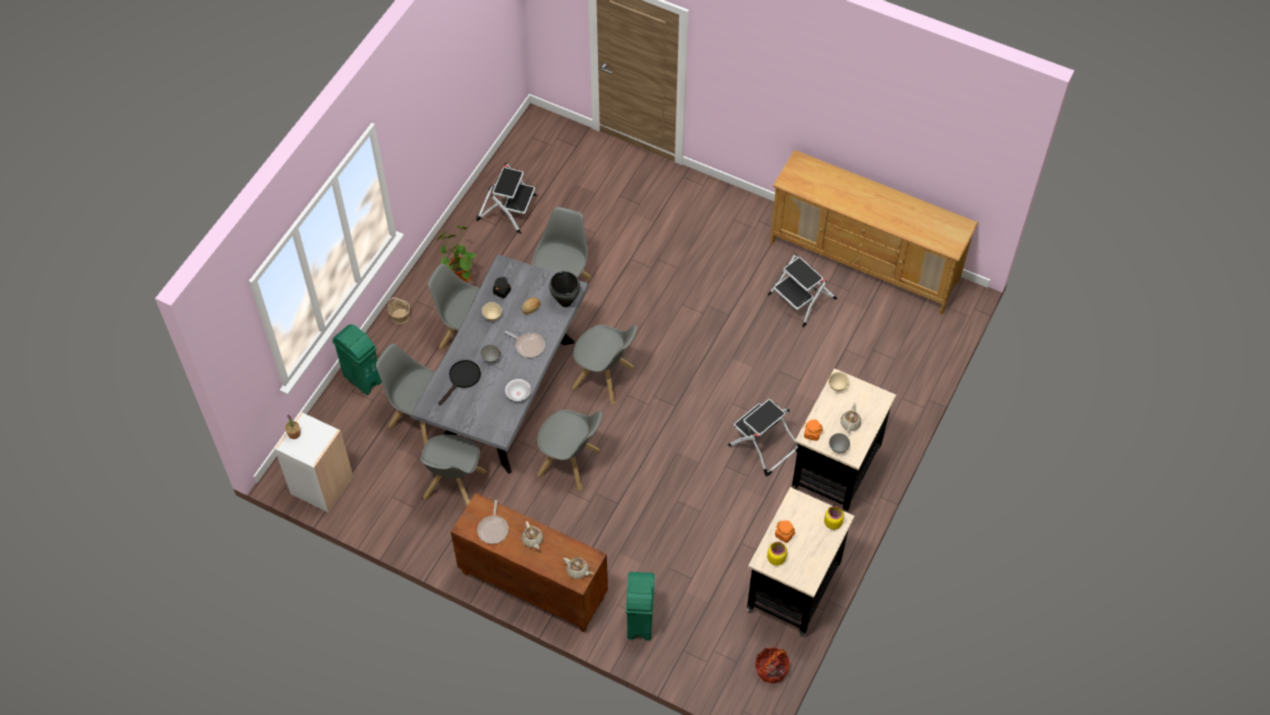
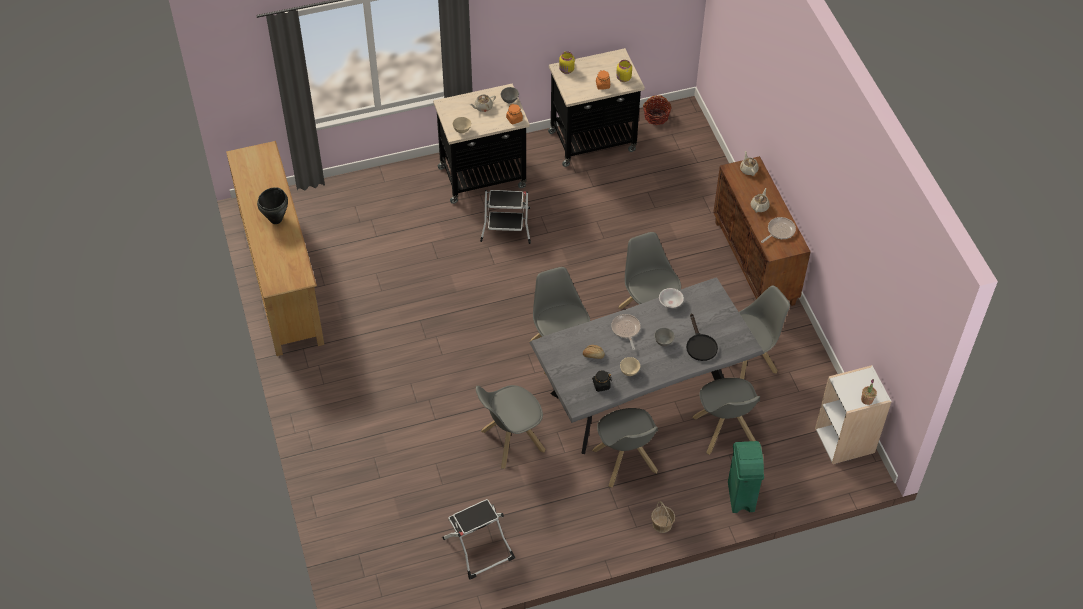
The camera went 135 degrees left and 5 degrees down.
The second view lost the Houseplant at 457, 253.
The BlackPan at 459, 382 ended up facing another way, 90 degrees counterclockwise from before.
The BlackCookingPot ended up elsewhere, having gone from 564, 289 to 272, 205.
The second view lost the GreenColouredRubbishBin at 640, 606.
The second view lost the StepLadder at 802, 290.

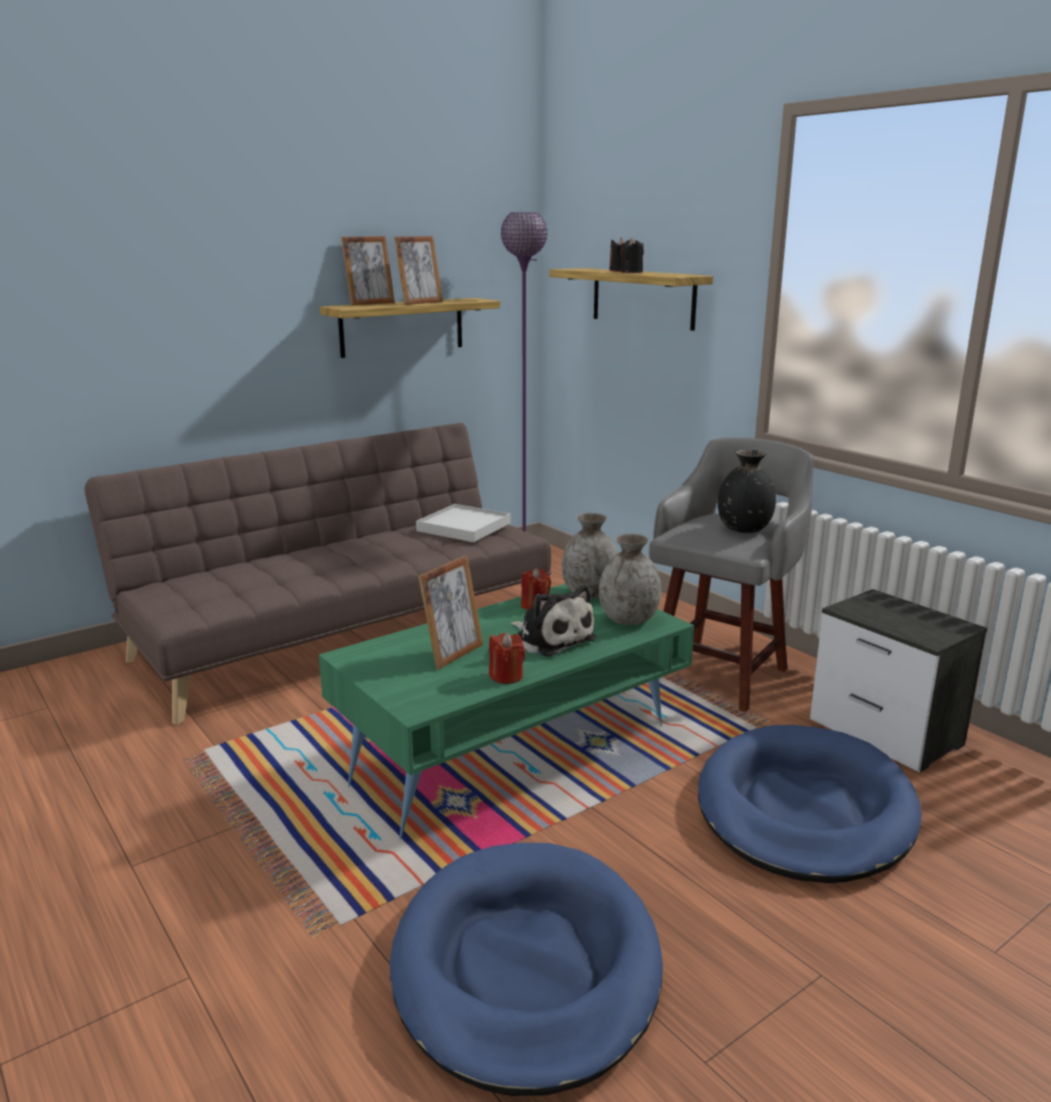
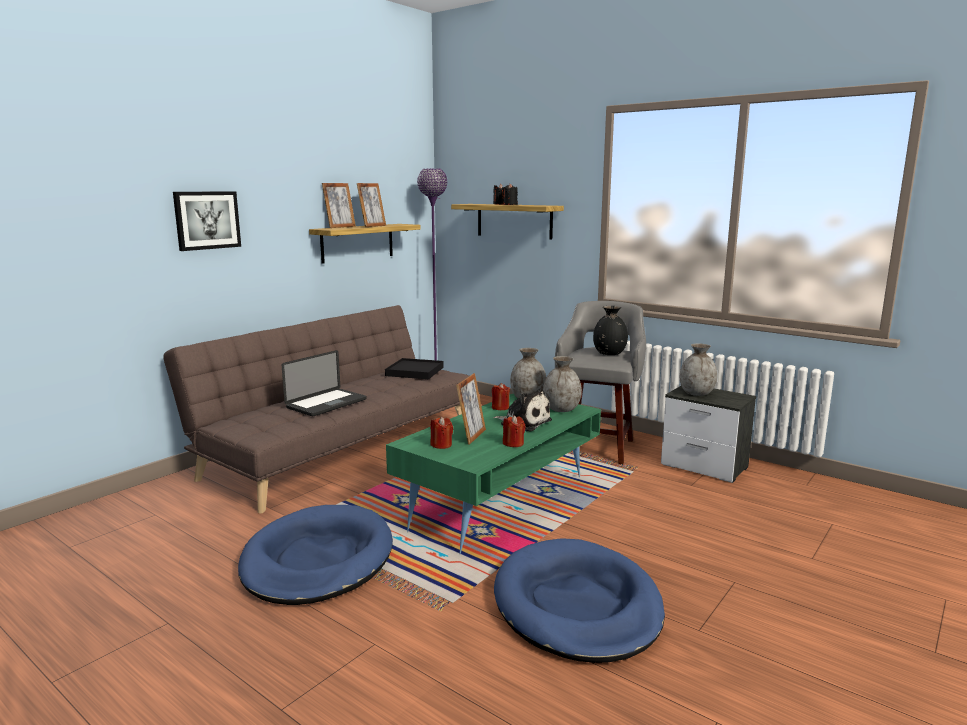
The camera went 15 degrees left and 5 degrees down.
What was the WhitishServingTray at 463, 523 turned into the BlackServingTray at 414, 368.
The BluishDogBed ended up elsewhere, having gone from 810, 804 to 315, 555.
The second view gained the Picture at 207, 221.
The second view gained the NotebookComputer at 324, 383.
The second view gained the RedColouredCandle at 441, 433.
The second view gained the GreyFlowerVase at 698, 369.

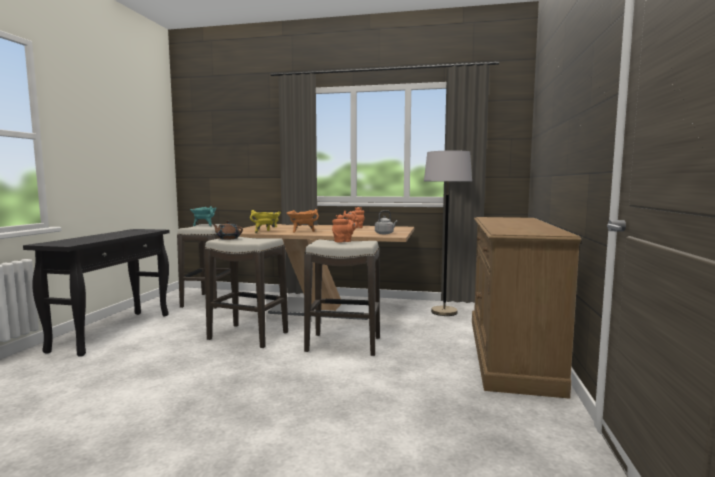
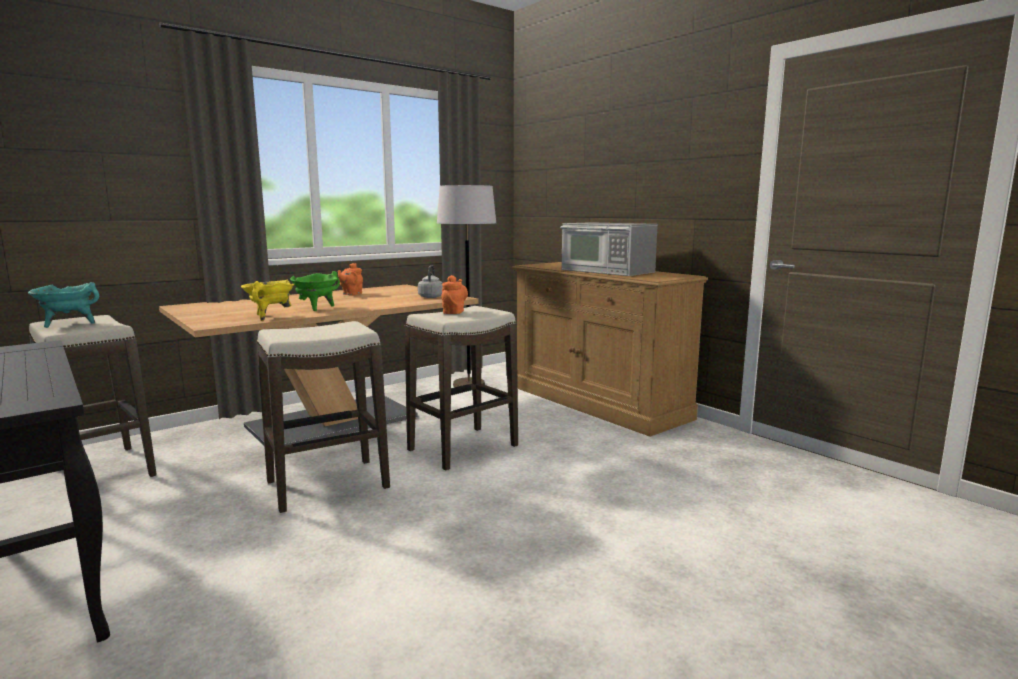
The camera went 50 degrees left and 5 degrees up.
The second view lost the BrownishPotForTea at 228, 230.
What was the OrangeCookingPot at 303, 221 turned into the GreenColouredCookingPot at 315, 291.
The second view gained the Microwave at 609, 249.

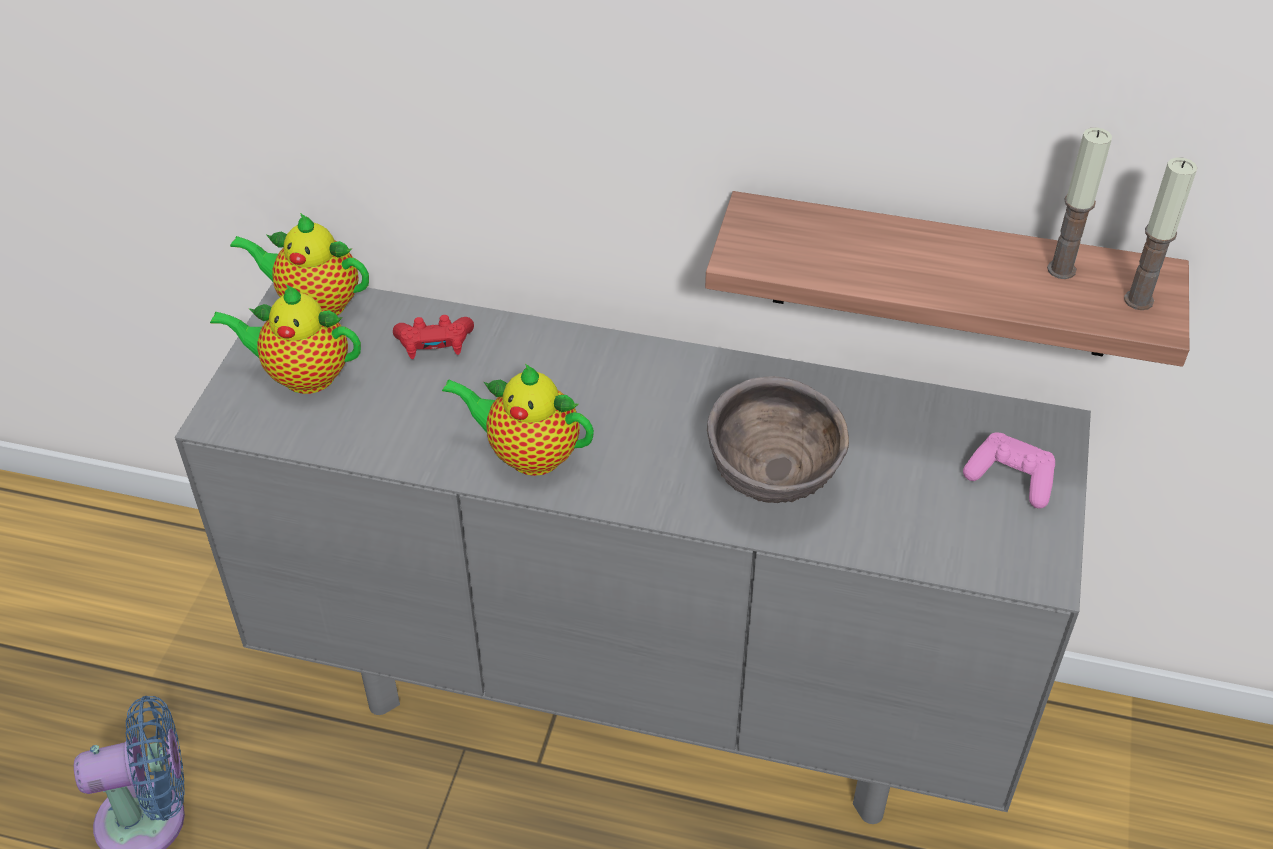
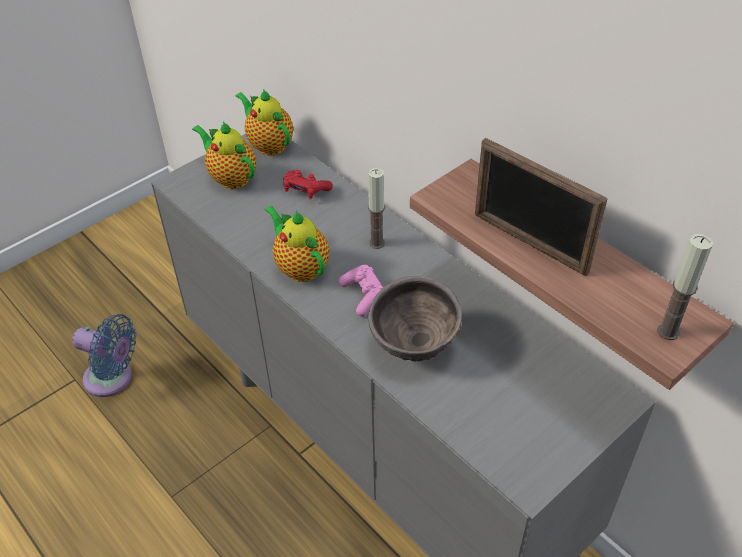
The camera went 35 degrees right and 0 degrees up.
The PinkishJoypad ended up elsewhere, having gone from 1009, 470 to 360, 291.
The Candle ended up elsewhere, having gone from 1079, 203 to 376, 208.
The second view gained the PictureFrame at 541, 207.

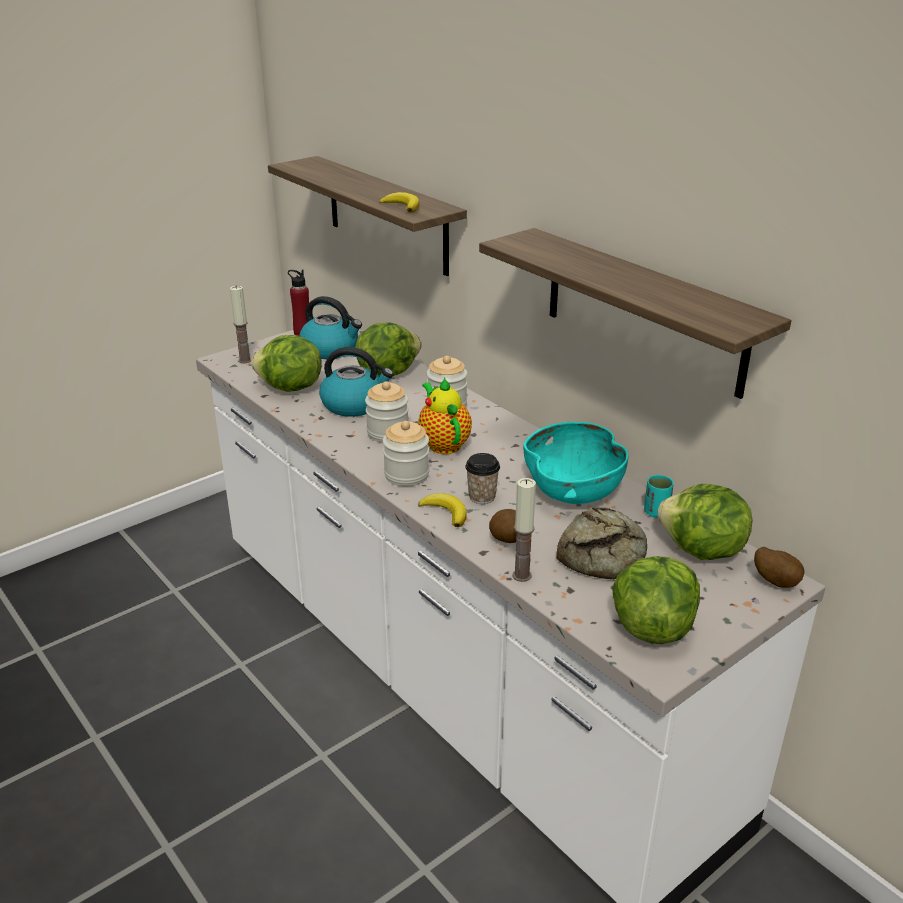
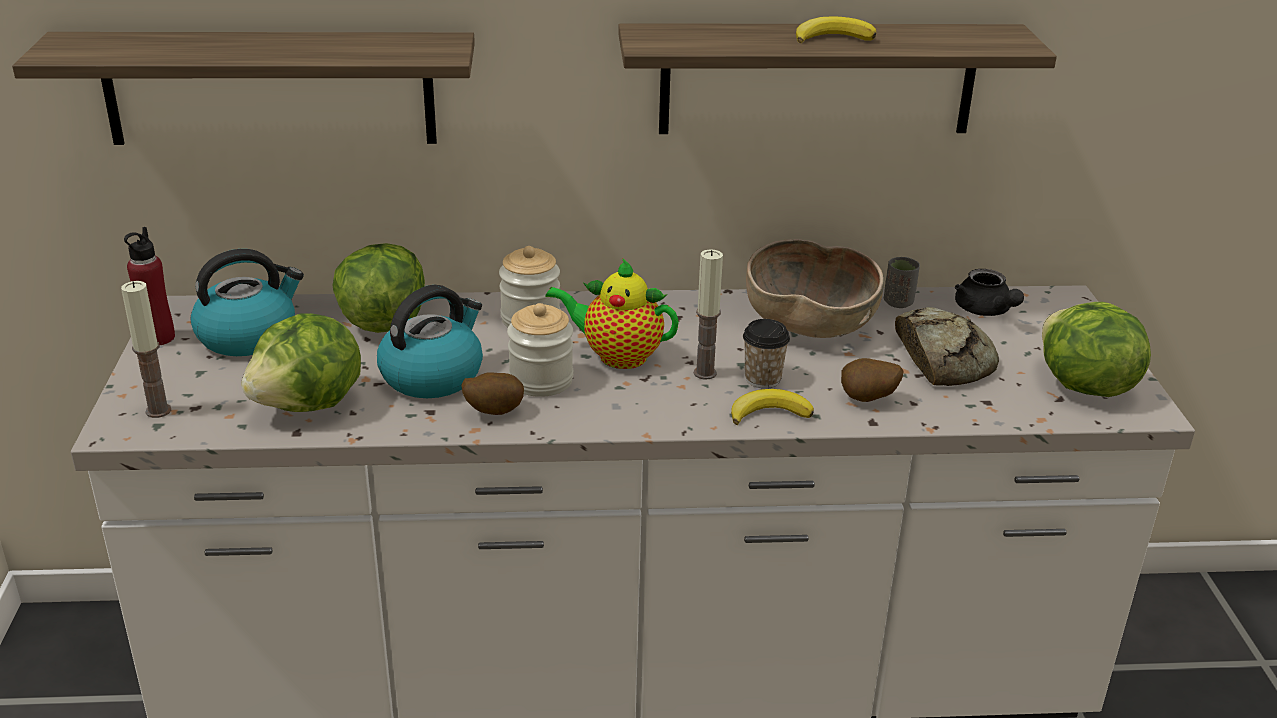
The camera went 55 degrees left and 0 degrees up.
The WholeBanana ended up elsewhere, having gone from 399, 202 to 836, 29.
The second view lost the Jar at 406, 453.
The Candle ended up elsewhere, having gone from 524, 530 to 708, 314.
What was the BlueGreenDeepDish at 575, 463 turned into the BrownishDeepDish at 815, 288.
What was the BlueGreenCup at 659, 496 turned into the GreyCup at 902, 282.
Where the Lettuce stood at 705, 522, the BlackPotForTea came to stand at 989, 292.
The Potato ended up elsewhere, having gone from 779, 567 to 492, 394.

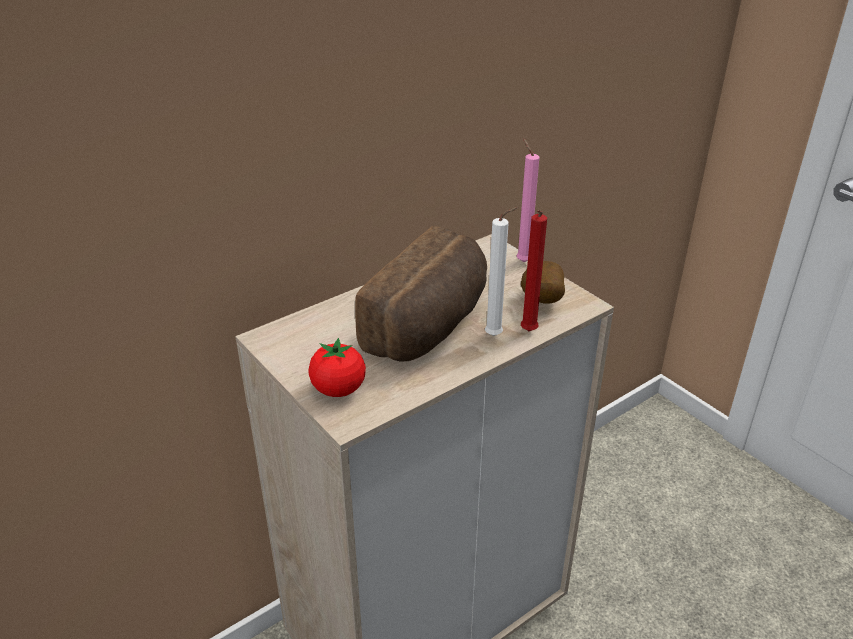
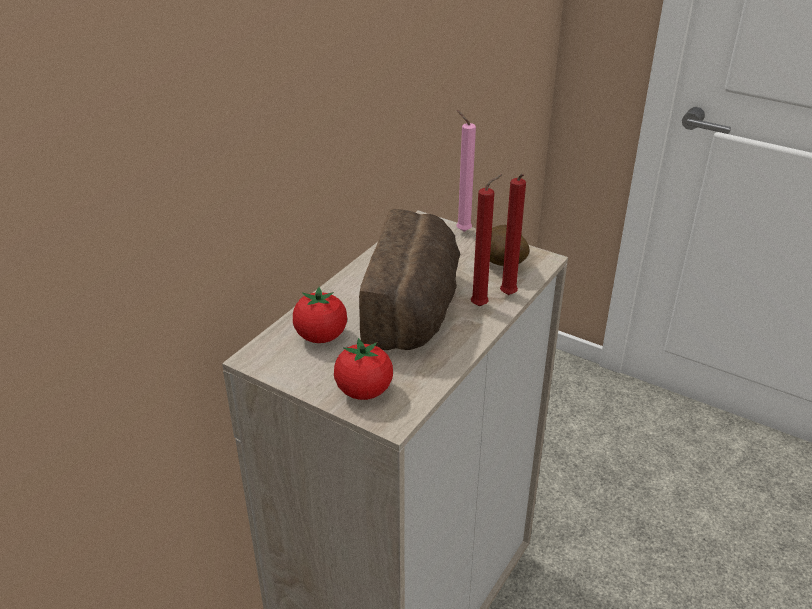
The camera went 20 degrees left and 0 degrees up.
What was the WhitishCandle at 501, 271 turned into the RedColouredCandle at 487, 240.
The second view gained the FreshTomato at 320, 315.

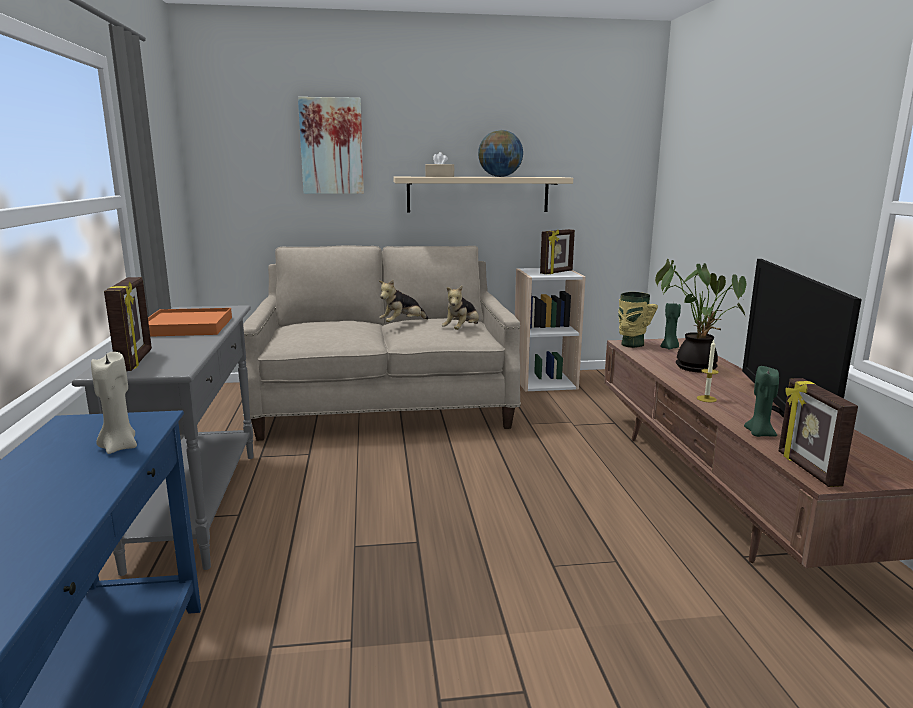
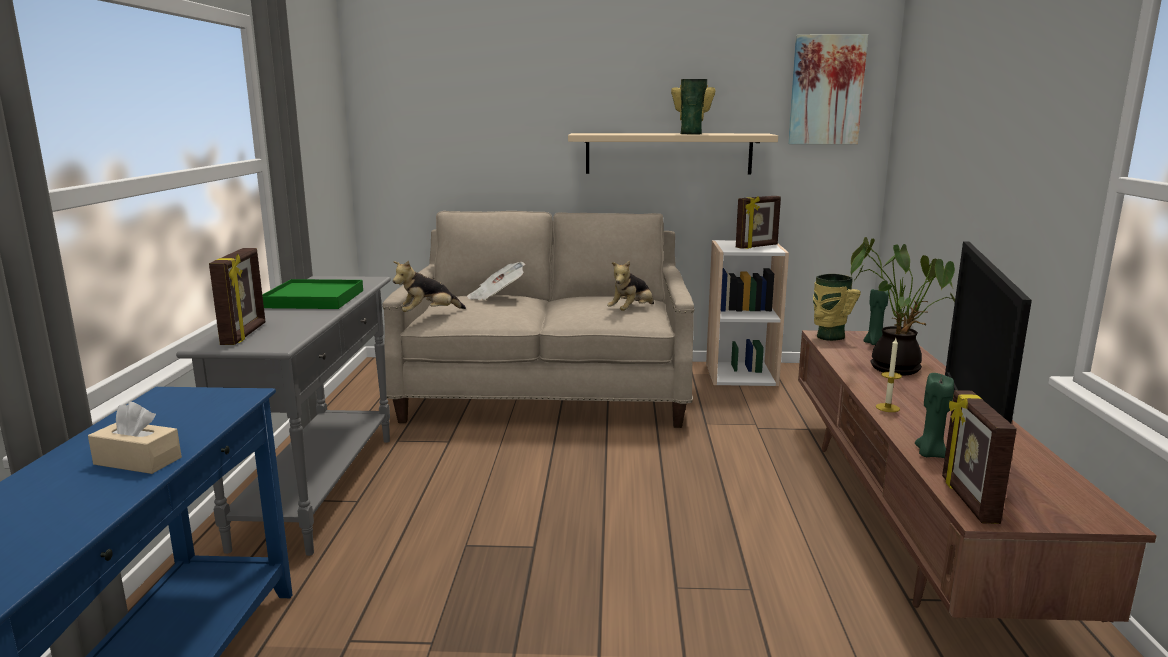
The camera went 10 degrees right and 0 degrees up.
The second view lost the SandColouredCandle at 114, 403.
What was the OrangeServingTray at 190, 322 turned into the GreenColouredServingTray at 312, 294.
The Picture ended up elsewhere, having gone from 331, 145 to 828, 89.
The PlushToy ended up elsewhere, having gone from 403, 301 to 429, 286.
The SandColouredTissueHolder ended up elsewhere, having gone from 439, 164 to 135, 438.
Where the WorldGlobe stood at 500, 153, the FlowerVase came to stand at 693, 106.
The second view gained the PrintedPaper at 496, 281.

